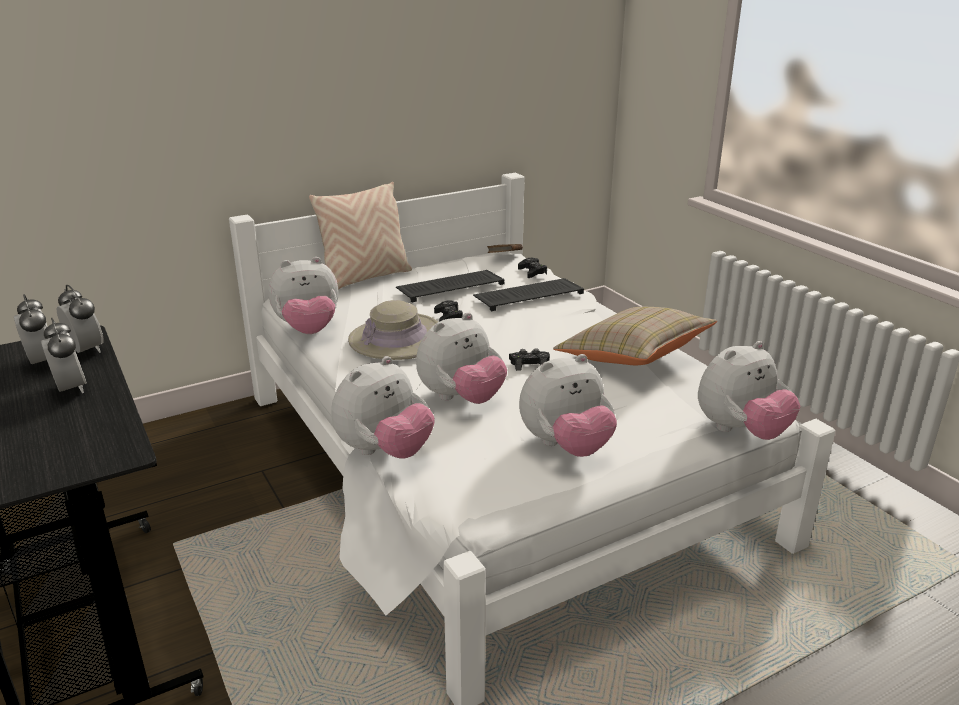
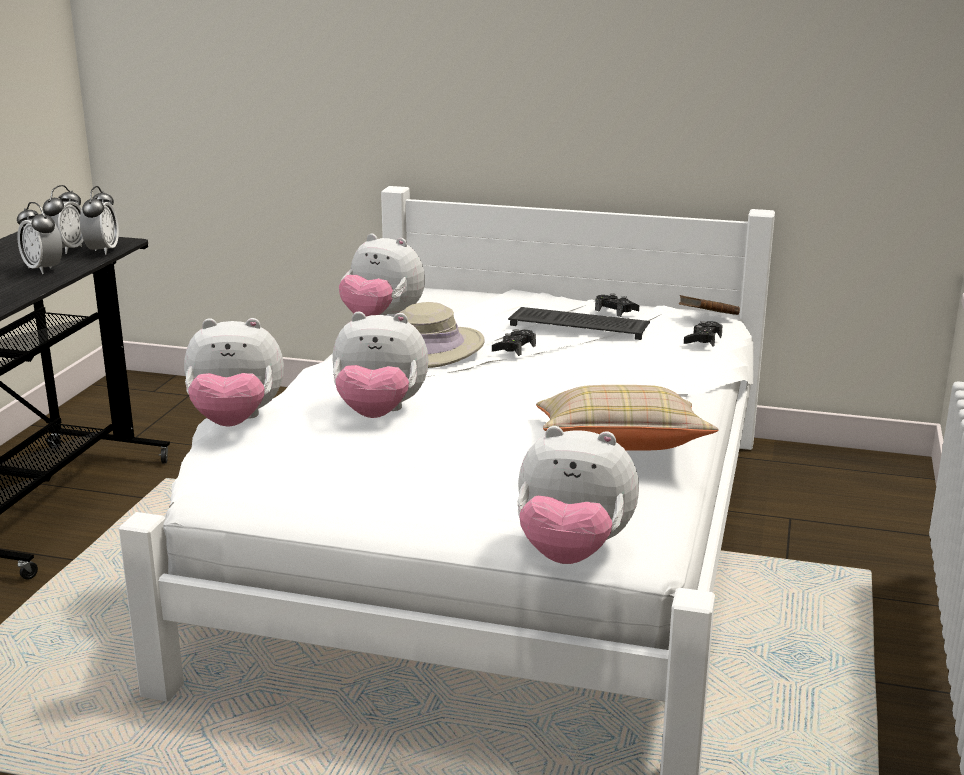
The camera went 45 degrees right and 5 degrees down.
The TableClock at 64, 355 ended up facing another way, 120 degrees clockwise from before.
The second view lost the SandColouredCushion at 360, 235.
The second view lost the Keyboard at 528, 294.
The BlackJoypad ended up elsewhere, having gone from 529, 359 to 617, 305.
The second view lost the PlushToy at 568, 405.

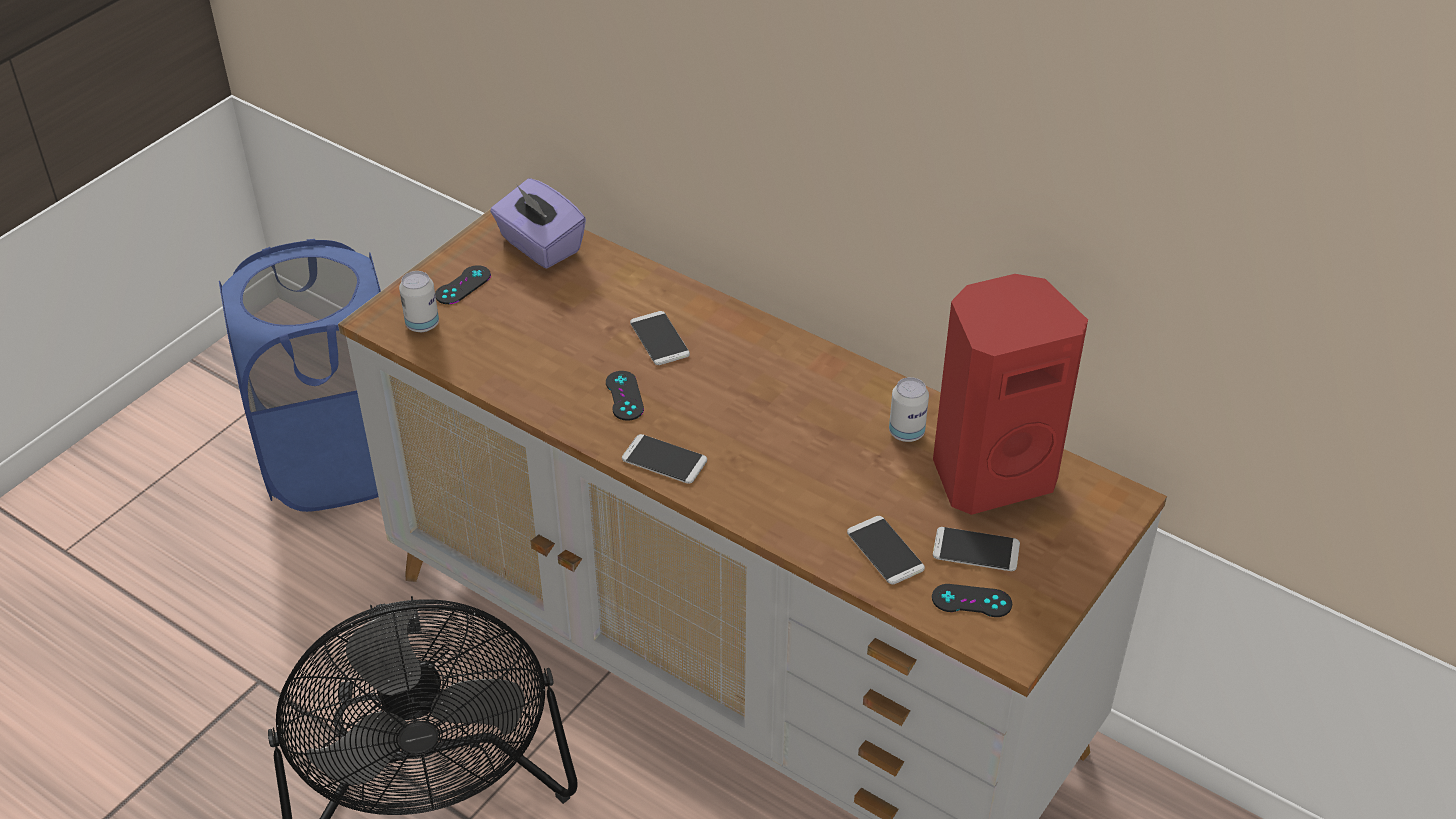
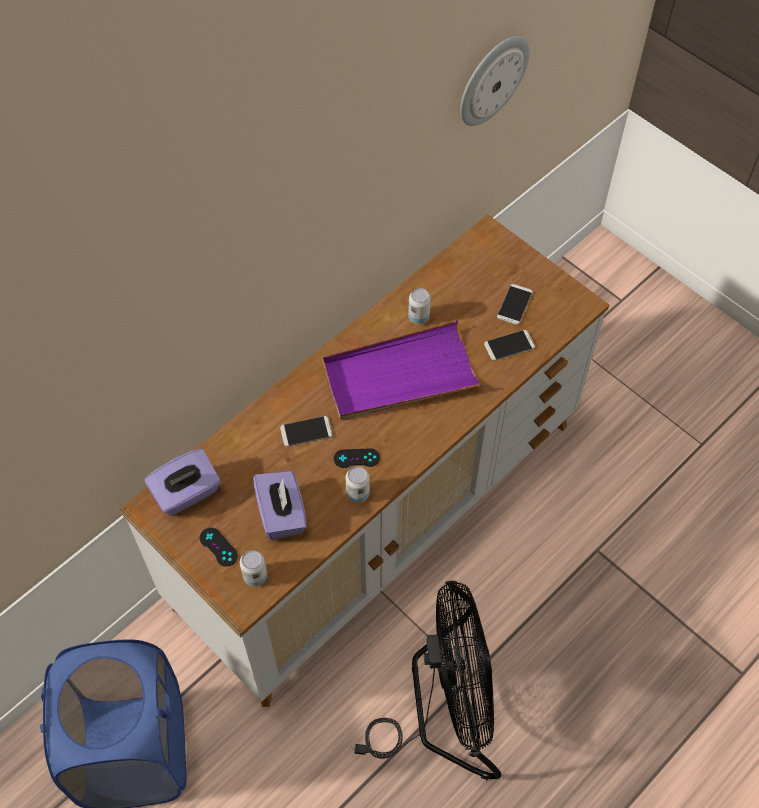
The camera went 80 degrees left and 15 degrees up.
The second view lost the Phone at 664, 459.
The second view lost the BlackJoypad at 972, 600.
The second view lost the RedColouredSpeaker at 1010, 394.
The second view gained the PurplishTissueHolder at 280, 506.
The second view gained the PurplishServingTray at 402, 370.
The second view gained the Can at 357, 484.
The second view gained the WallClock at 495, 81.

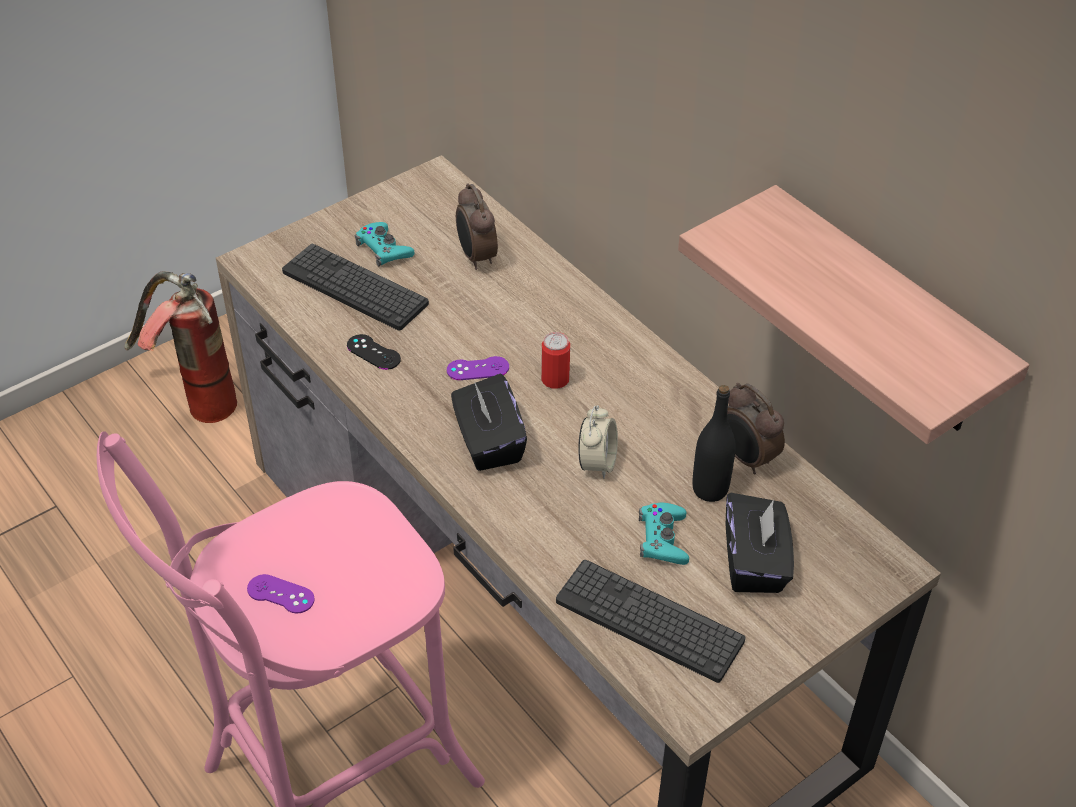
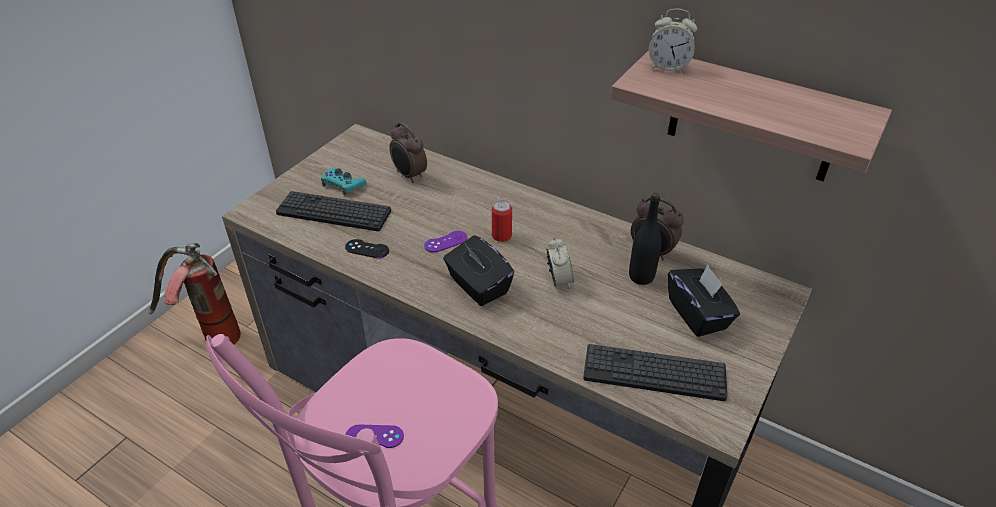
The camera went 20 degrees left and 5 degrees down.
The second view lost the BlueGreenJoypad at 664, 534.
The second view gained the TableClock at 673, 40.

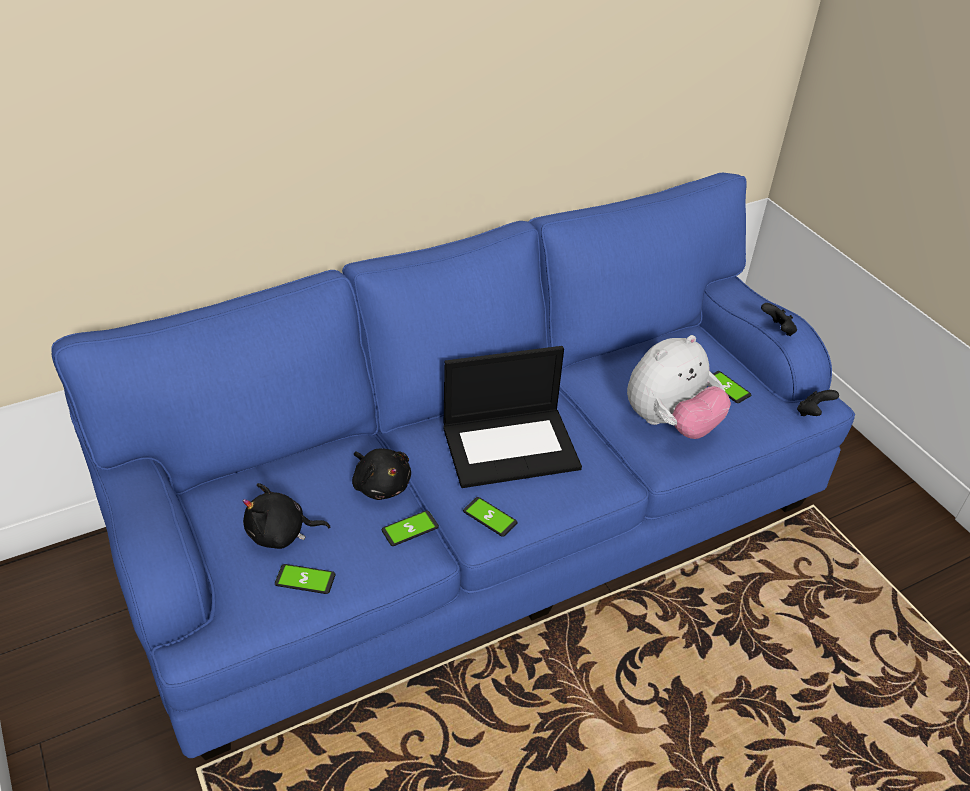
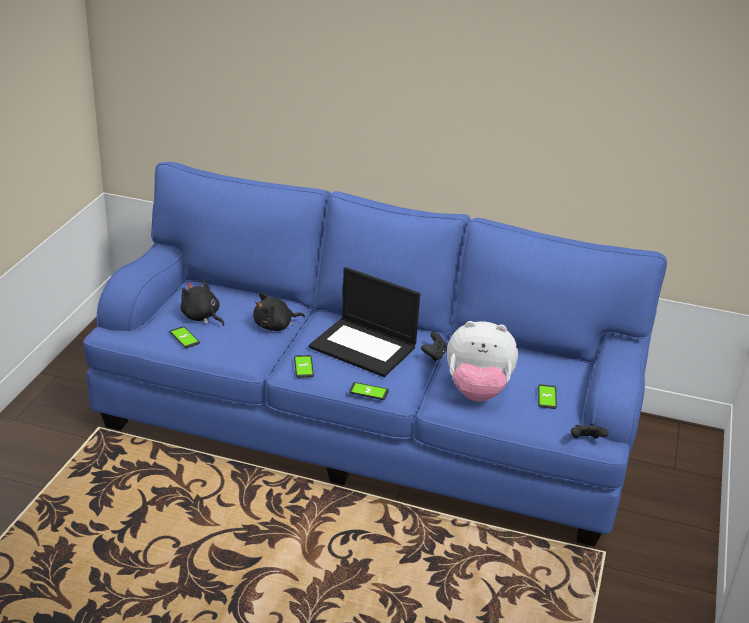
The camera went 45 degrees right and 10 degrees down.
The BlackPlushToy at 381, 474 ended up facing another way, 60 degrees clockwise from before.
The Phone ended up elsewhere, having gone from 410, 528 to 369, 391.
The BlackJoypad ended up elsewhere, having gone from 779, 319 to 434, 347.

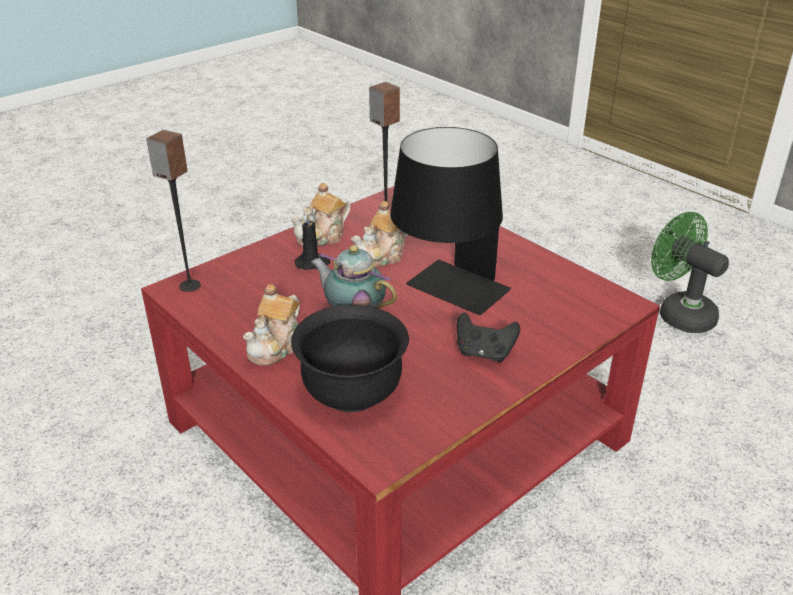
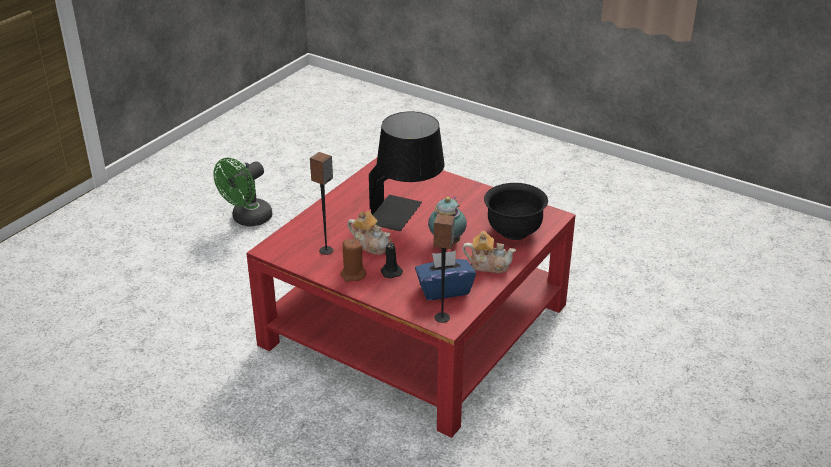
The camera went 105 degrees left and 0 degrees up.
Where the PotForTea stood at 320, 215, the BrownishCandle came to stand at 353, 260.
The second view lost the BlackJoypad at 488, 337.
The second view gained the BluishTissueHolder at 445, 275.

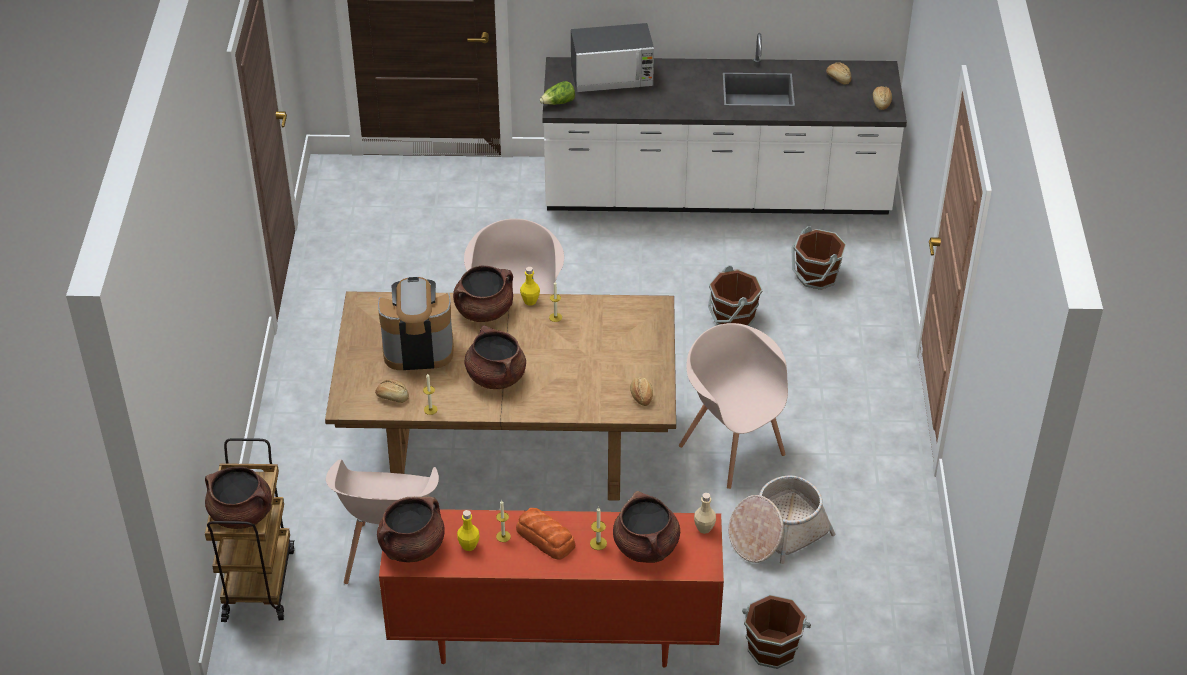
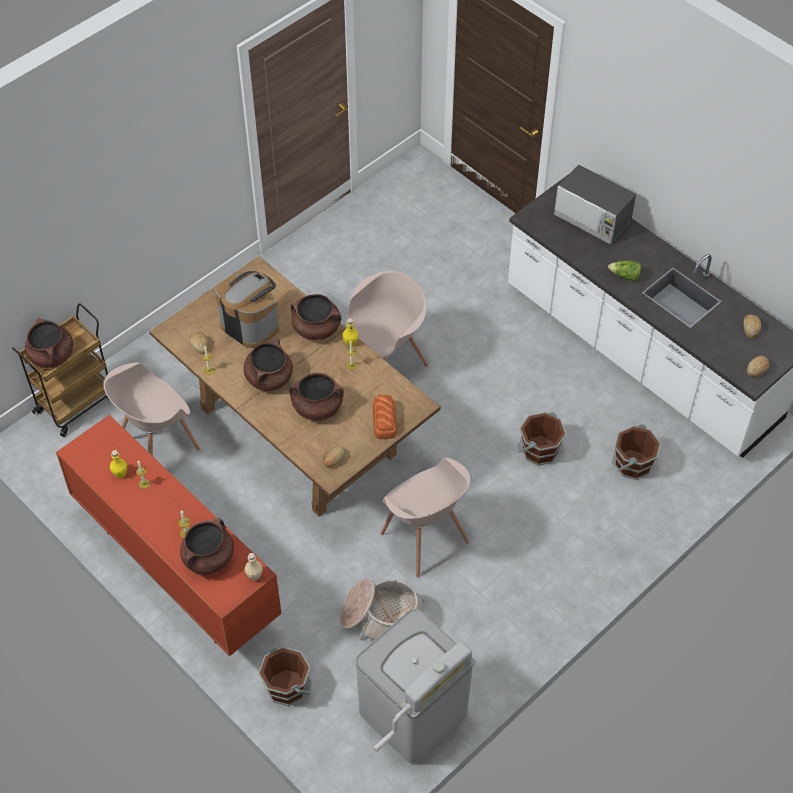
The camera went 45 degrees right and 10 degrees up.
The BrownishCookingPot ended up elsewhere, having gone from 411, 529 to 316, 397.
The Bread ended up elsewhere, having gone from 545, 534 to 385, 417.
The Lettuce ended up elsewhere, having gone from 557, 93 to 624, 271.
The SandColouredPlainChair at 733, 406 ended up facing another way, 135 degrees clockwise from before.
The second view gained the GreyLaundryMachine at 415, 686.

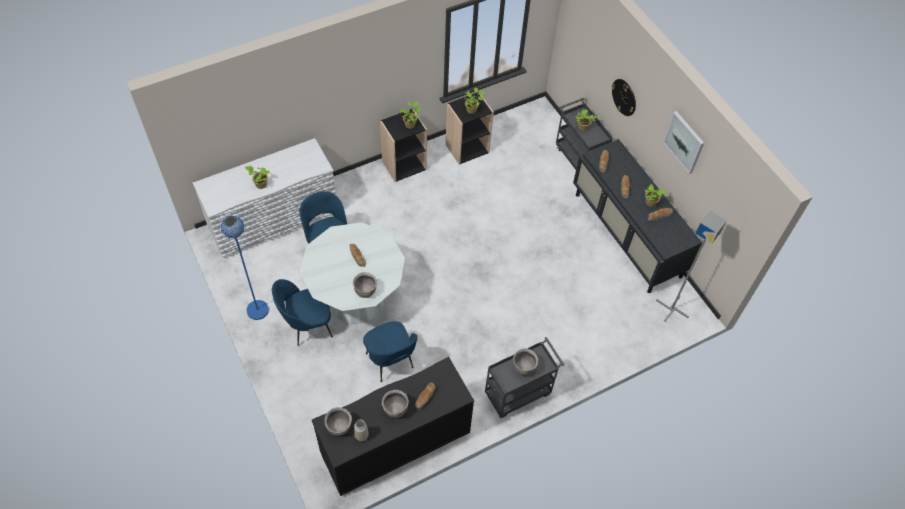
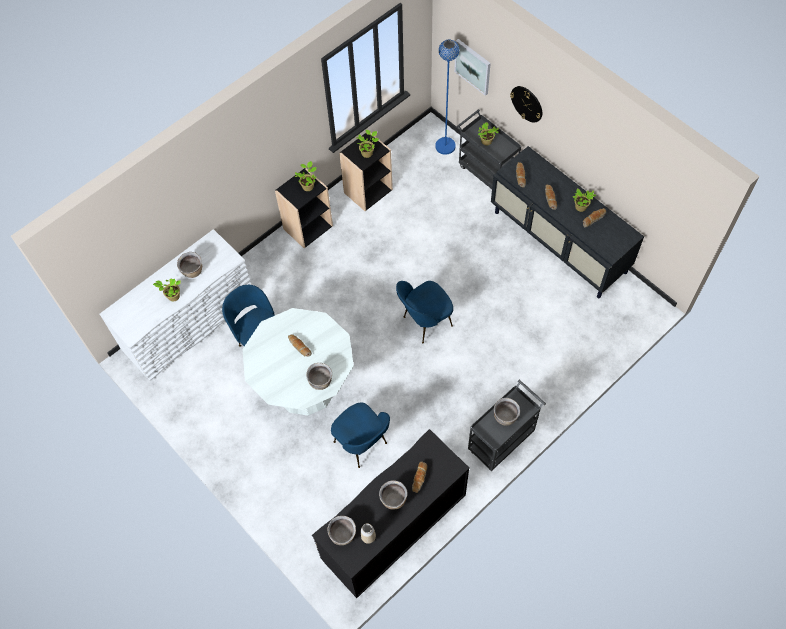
The camera went 10 degrees left and 5 degrees up.
The BluishStandardLamp ended up elsewhere, having gone from 245, 268 to 447, 97.
The BluishPlainChair ended up elsewhere, having gone from 302, 312 to 424, 312.
The second view lost the GreyStandardLamp at 691, 266.
The Picture ended up elsewhere, having gone from 683, 142 to 472, 67.
The second view gained the BrownishCookingPot at 189, 265.

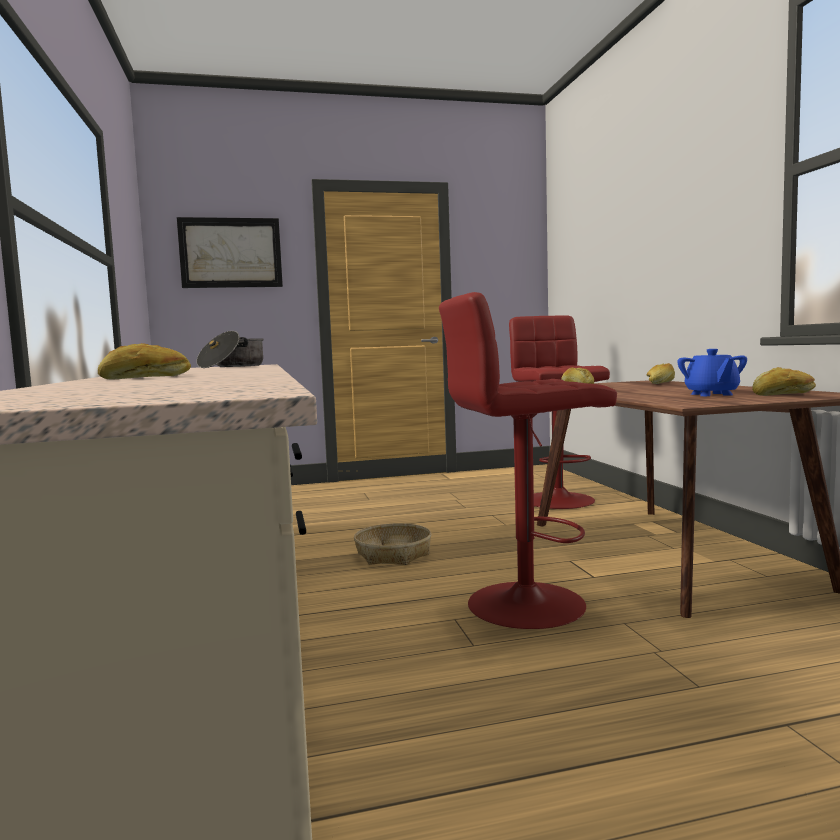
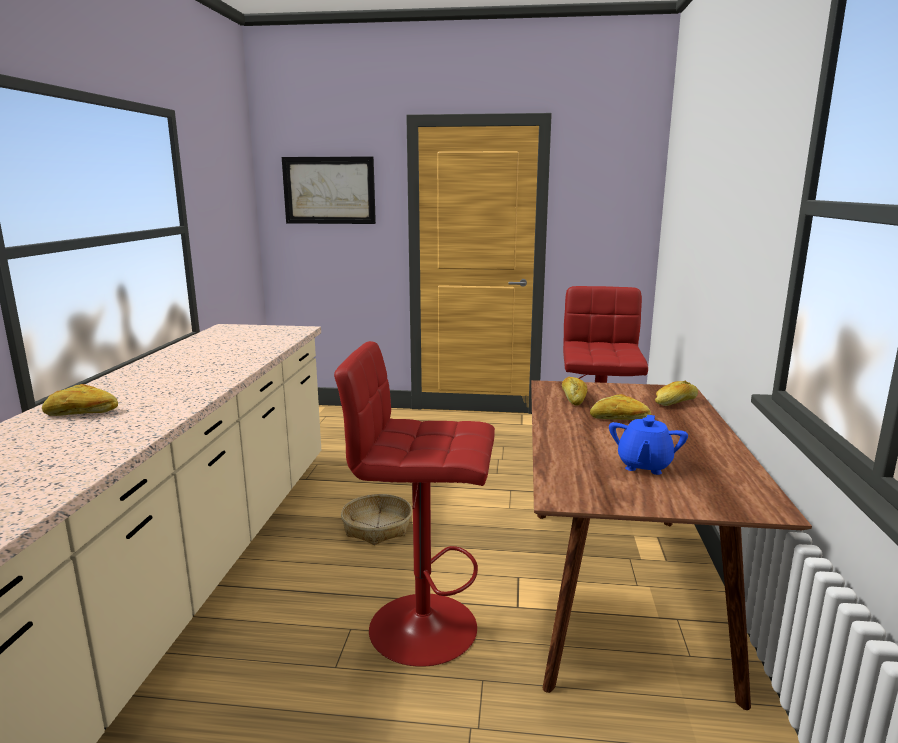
The camera went 20 degrees right and 10 degrees up.
The second view lost the CookingPot at 230, 349.
The Bread ended up elsewhere, having gone from 784, 381 to 621, 407.

